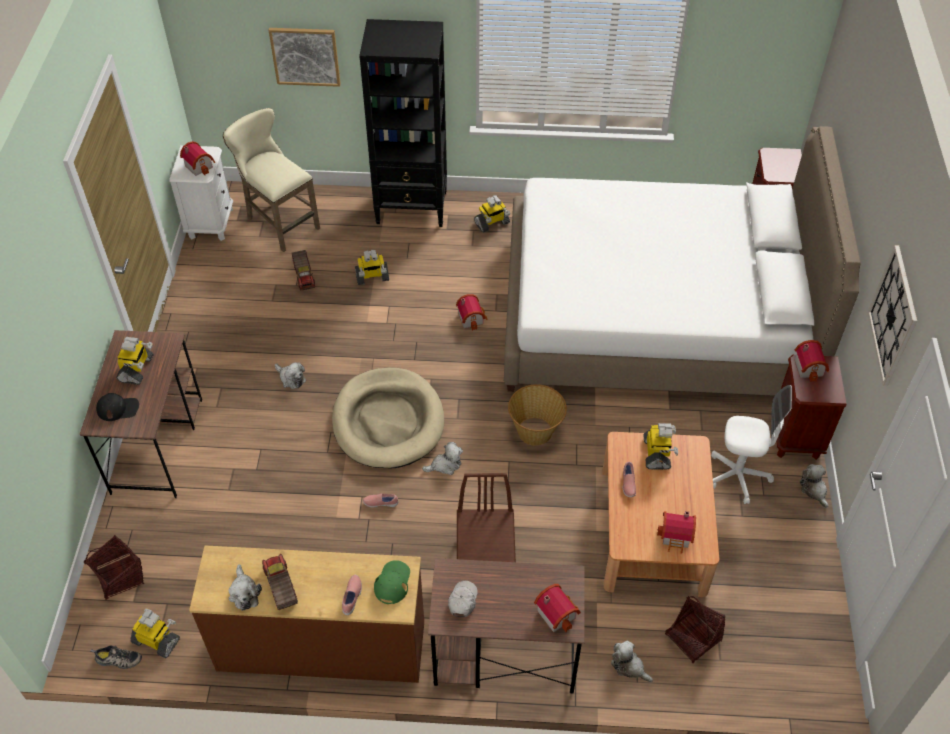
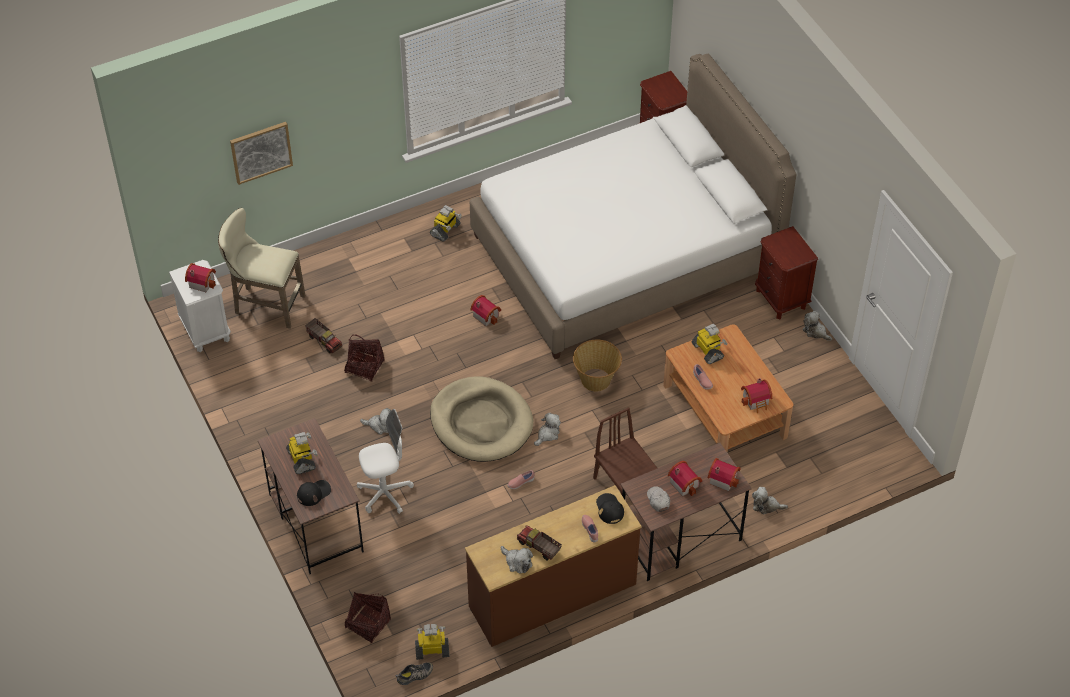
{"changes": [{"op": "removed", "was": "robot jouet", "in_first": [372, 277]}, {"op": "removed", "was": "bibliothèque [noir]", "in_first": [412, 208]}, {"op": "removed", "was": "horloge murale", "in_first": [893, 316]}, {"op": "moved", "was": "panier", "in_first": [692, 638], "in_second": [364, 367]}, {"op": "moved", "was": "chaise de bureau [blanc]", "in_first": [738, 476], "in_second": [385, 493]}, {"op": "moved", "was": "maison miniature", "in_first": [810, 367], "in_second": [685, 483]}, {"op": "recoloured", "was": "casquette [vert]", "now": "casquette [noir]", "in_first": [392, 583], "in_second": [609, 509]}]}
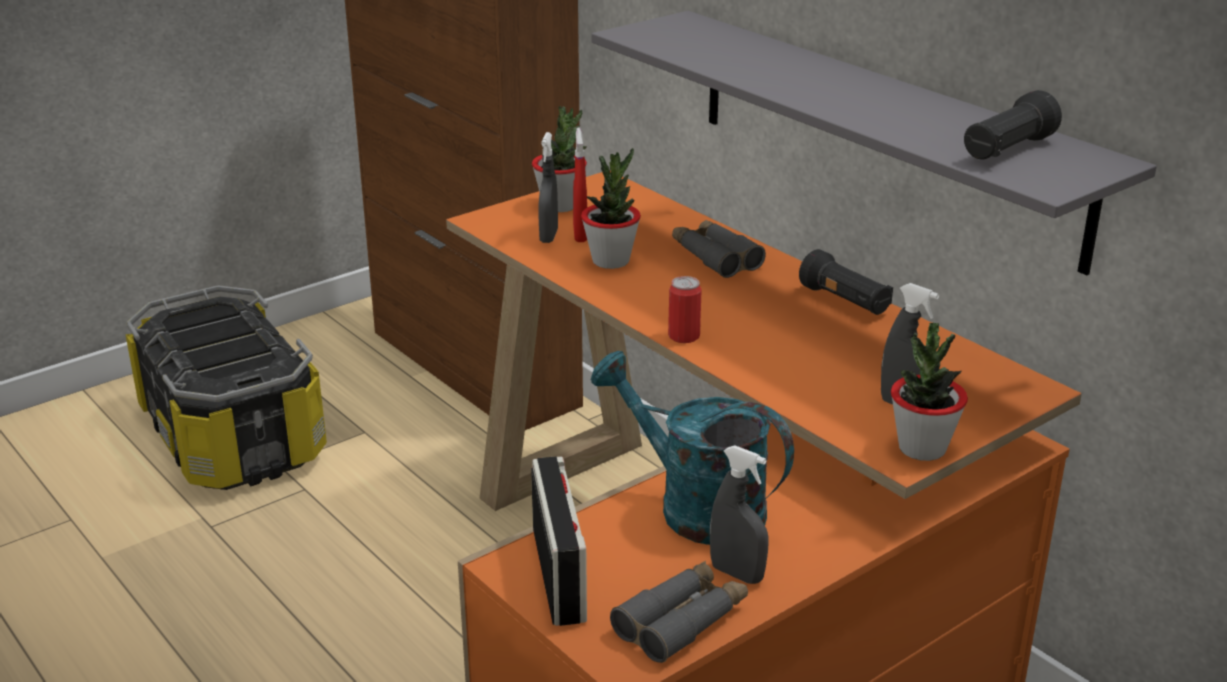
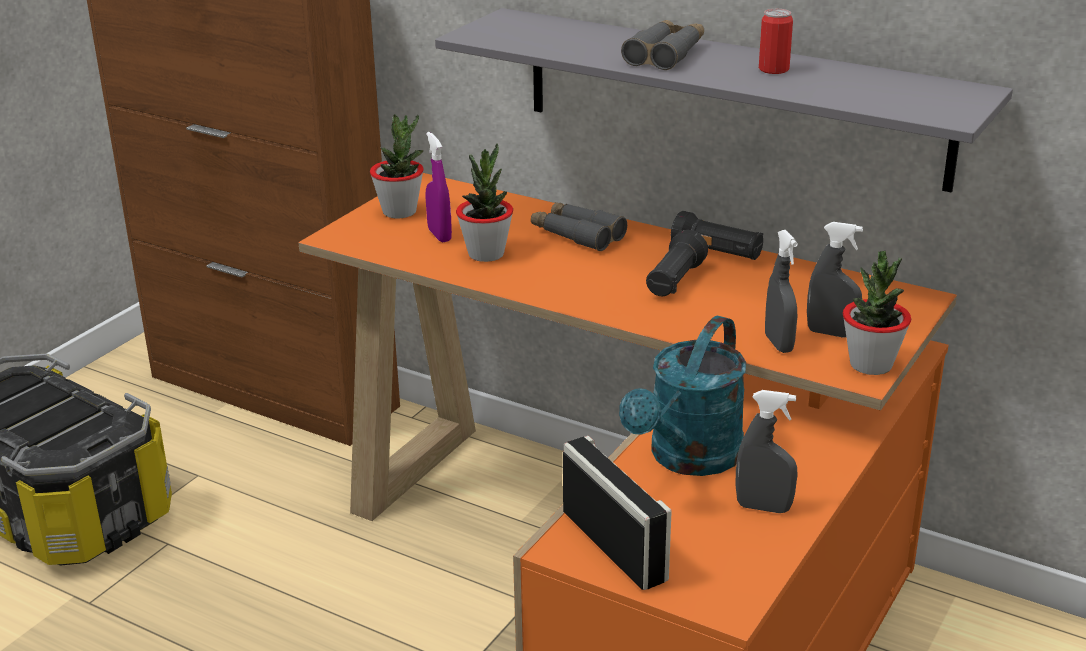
{"changes": [{"op": "moved", "was": "vaporisateur [gris]", "in_first": [548, 236], "in_second": [778, 344]}, {"op": "moved", "was": "jumelles [gris]", "in_first": [681, 621], "in_second": [665, 54]}, {"op": "moved", "was": "boîte métallique", "in_first": [684, 336], "in_second": [773, 69]}, {"op": "moved", "was": "lampe de poche [noir]", "in_first": [1006, 150], "in_second": [674, 282]}, {"op": "recoloured", "was": "vaporisateur [rouge]", "now": "vaporisateur [violet]", "in_first": [580, 235], "in_second": [439, 235]}, {"op": "turned", "was": "arrosoir [turquoise]", "in_first": [695, 507], "in_second": [688, 459], "clockwise": -75}]}
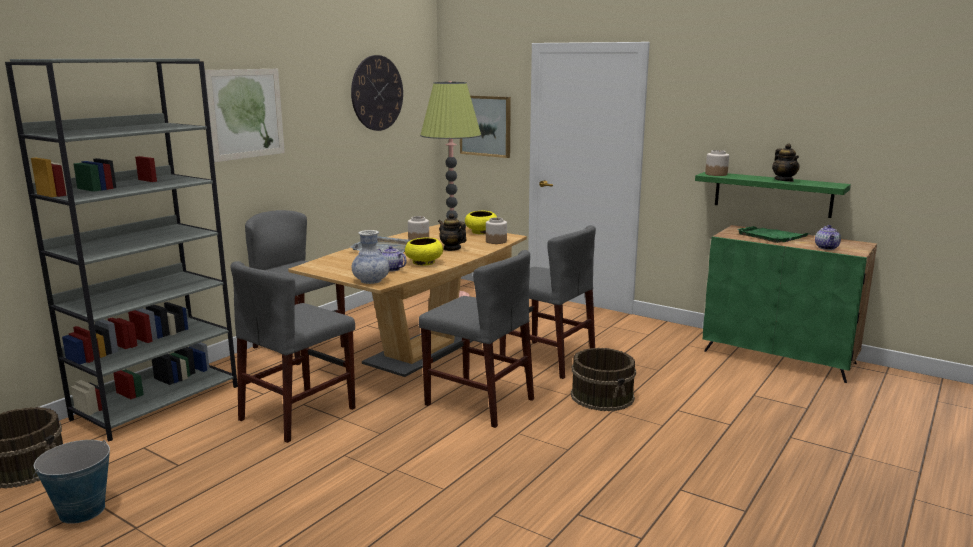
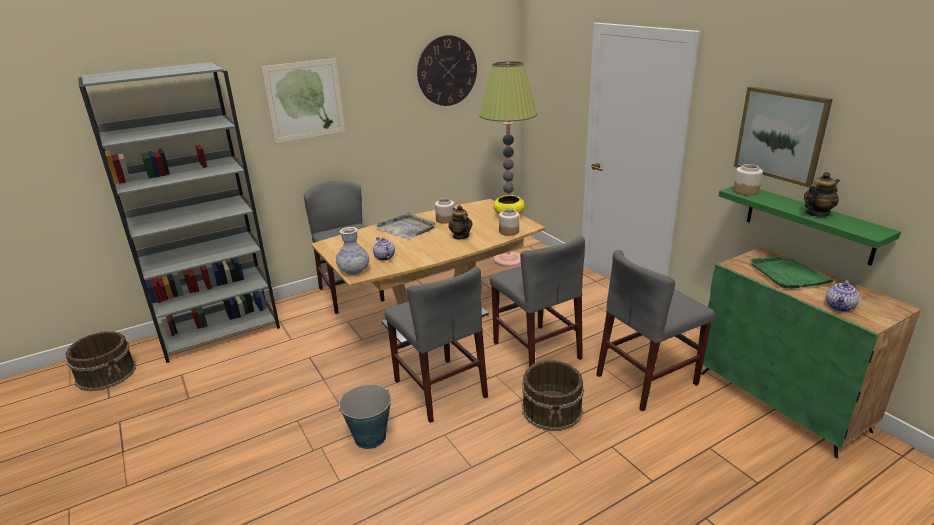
{"changes": [{"op": "removed", "was": "bol [jaune]", "in_first": [424, 263]}, {"op": "moved", "was": "seau", "in_first": [81, 511], "in_second": [370, 437]}, {"op": "moved", "was": "chaise [gris]", "in_first": [298, 414], "in_second": [647, 379]}, {"op": "moved", "was": "tableau", "in_first": [485, 126], "in_second": [781, 135]}, {"op": "turned", "was": "théière", "in_first": [784, 180], "in_second": [816, 213], "clockwise": -135}]}
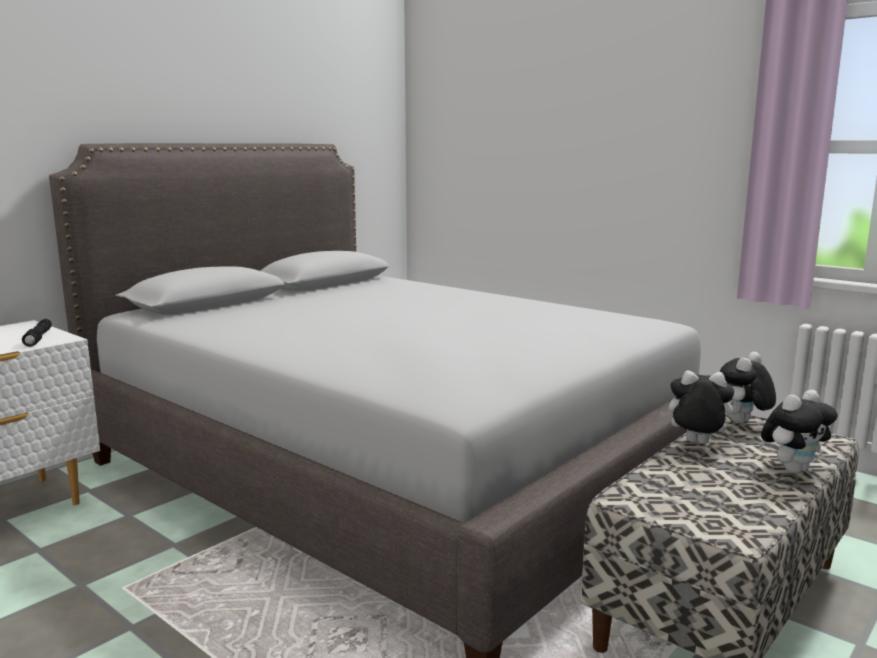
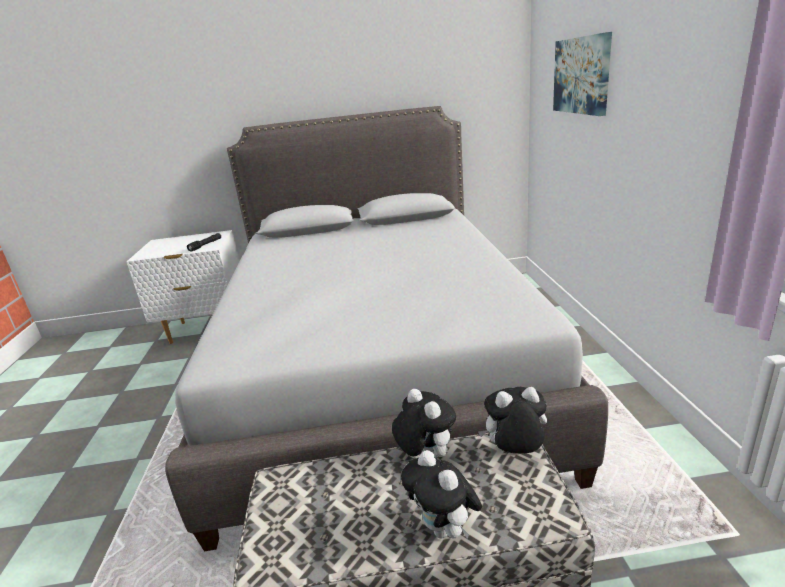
{"changes": [{"op": "added", "now": "tableau", "in_second": [581, 75]}, {"op": "turned", "was": "peluche", "in_first": [793, 469], "in_second": [444, 529], "clockwise": 45}]}
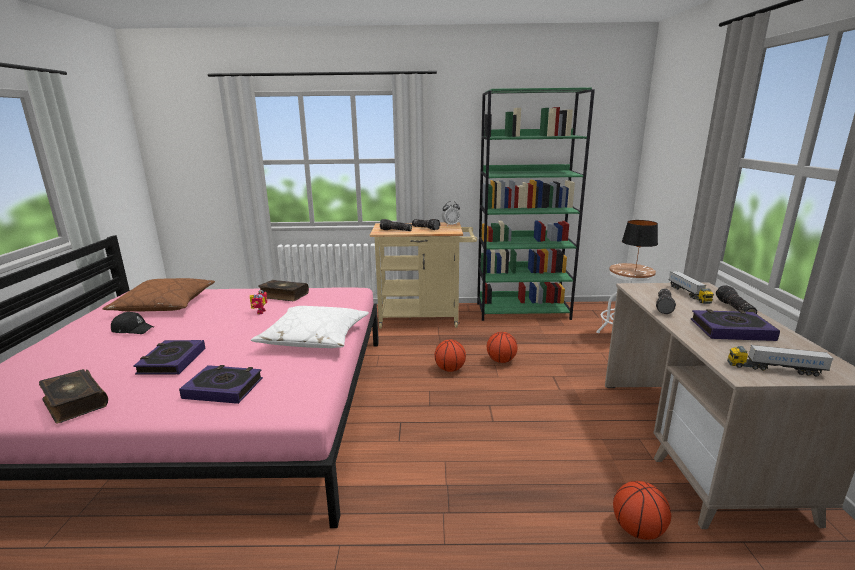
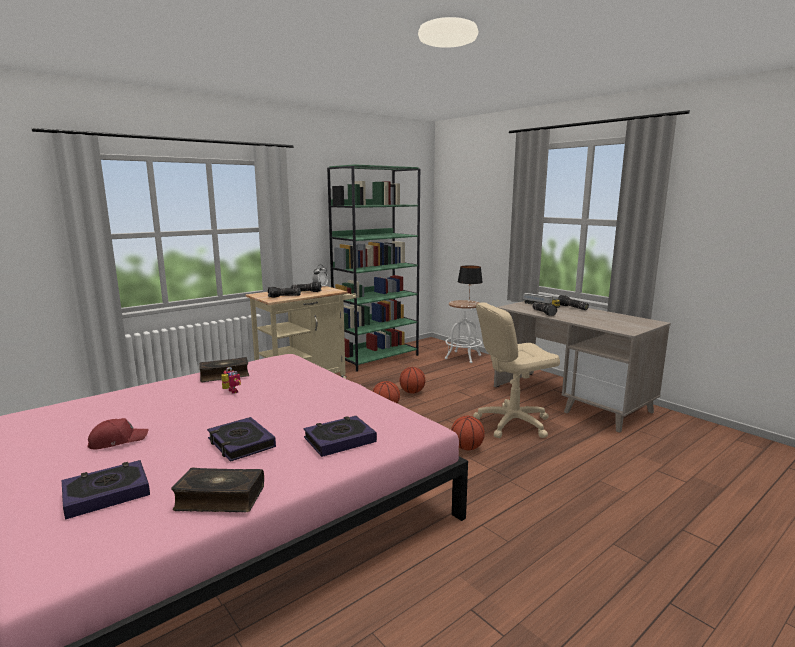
{"changes": [{"op": "removed", "was": "coussin [marron]", "in_first": [164, 304]}, {"op": "removed", "was": "coussin [blanc]", "in_first": [315, 337]}, {"op": "removed", "was": "camion jouet", "in_first": [775, 369]}, {"op": "added", "now": "chaise de bureau [beige]", "in_second": [512, 423]}, {"op": "moved", "was": "ballon de basket", "in_first": [637, 530], "in_second": [467, 448]}, {"op": "moved", "was": "livre", "in_first": [731, 330], "in_second": [106, 493]}, {"op": "recoloured", "was": "casquette [noir]", "now": "casquette [rouge]", "in_first": [133, 329], "in_second": [117, 440]}]}
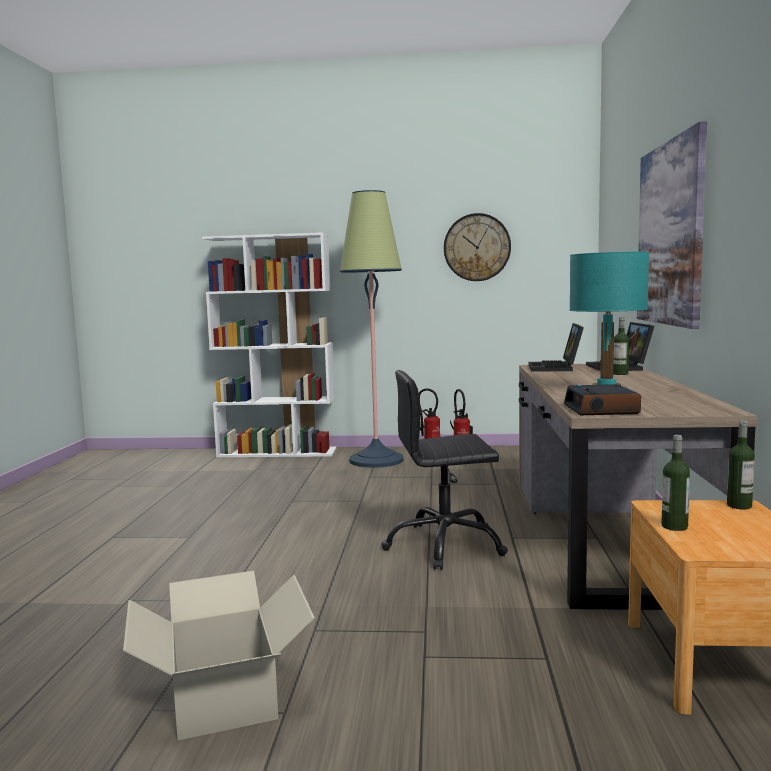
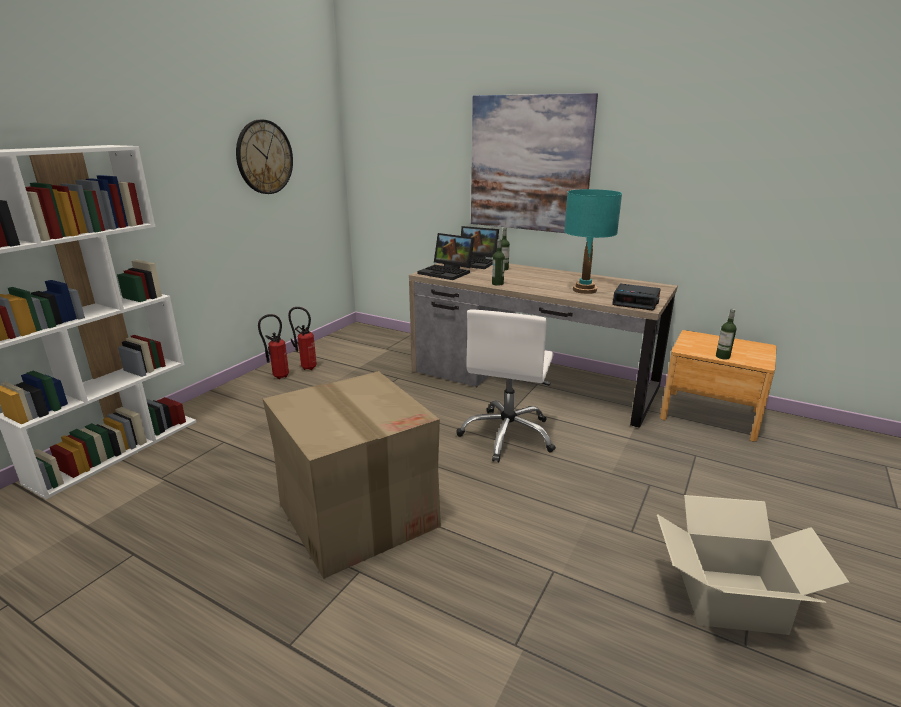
{"changes": [{"op": "removed", "was": "lampadaire", "in_first": [376, 460]}, {"op": "added", "now": "carton", "in_second": [357, 514]}, {"op": "moved", "was": "bouteille", "in_first": [739, 506], "in_second": [497, 284]}, {"op": "recoloured", "was": "chaise de bureau [noir]", "now": "chaise de bureau [blanc]", "in_first": [445, 545], "in_second": [508, 435]}]}
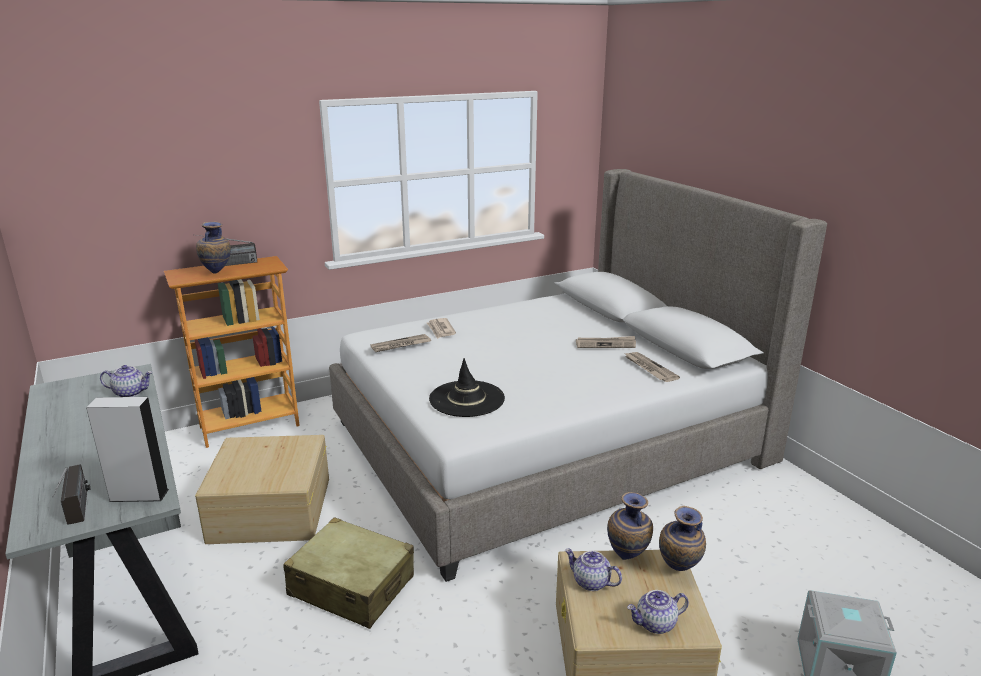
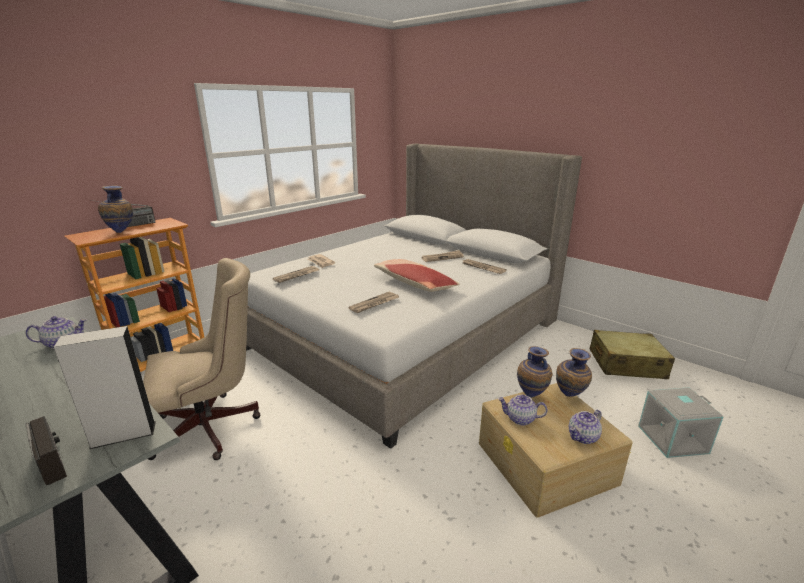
{"changes": [{"op": "added", "now": "coussin", "in_second": [414, 284]}, {"op": "moved", "was": "valise [beige]", "in_first": [351, 586], "in_second": [626, 364]}, {"op": "replaced", "was": "boîte de rangement [beige]", "now": "chaise de bureau [beige]", "in_first": [270, 510], "in_second": [212, 427]}, {"op": "replaced", "was": "chapeau [noir]", "now": "journal", "in_first": [467, 399], "in_second": [374, 304]}]}
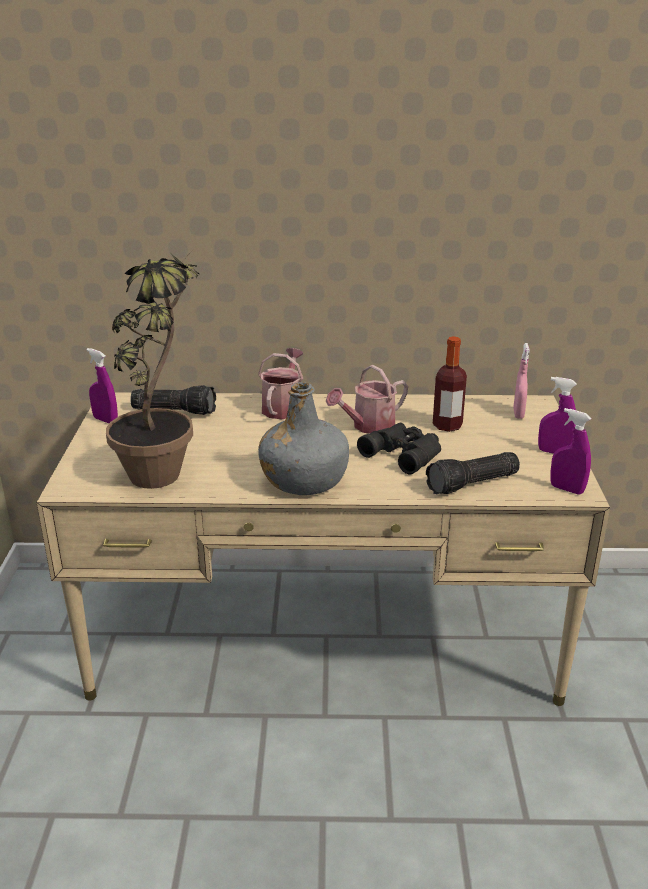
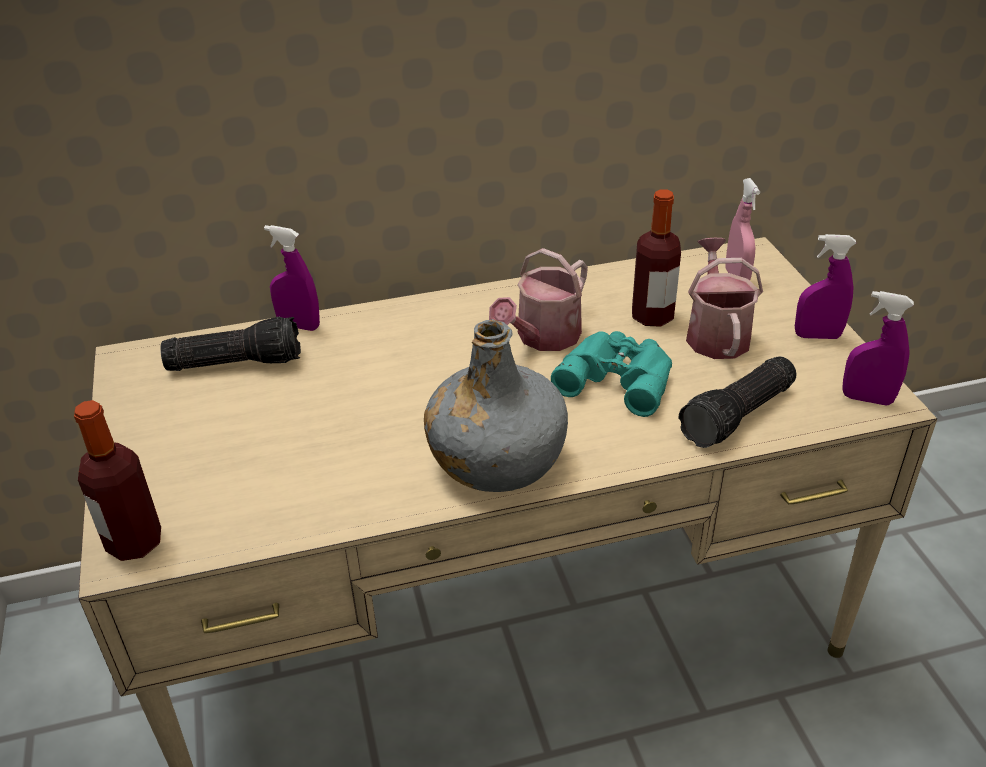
{"changes": [{"op": "removed", "was": "plante en pot", "in_first": [165, 466]}, {"op": "added", "now": "bouteille", "in_second": [134, 542]}, {"op": "moved", "was": "vaporisateur [violet]", "in_first": [105, 420], "in_second": [299, 326]}, {"op": "moved", "was": "arrosoir", "in_first": [283, 407], "in_second": [716, 333]}, {"op": "recoloured", "was": "jumelles [noir]", "now": "jumelles [turquoise]", "in_first": [405, 453], "in_second": [617, 377]}]}
